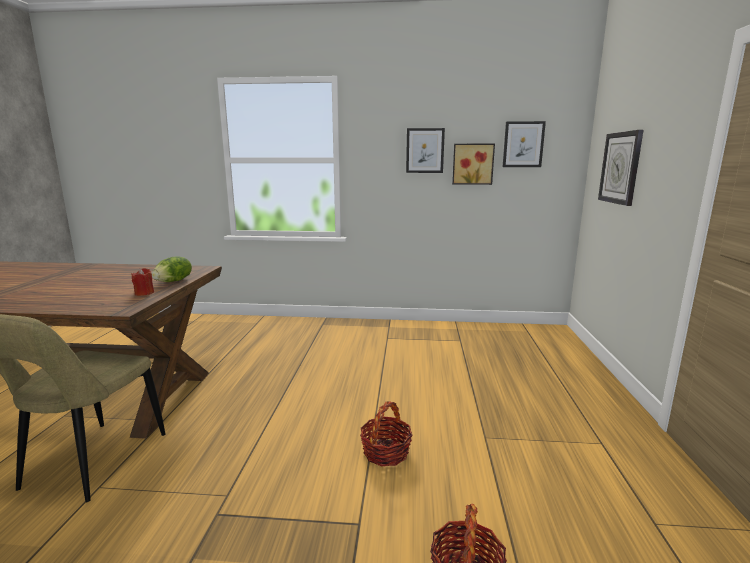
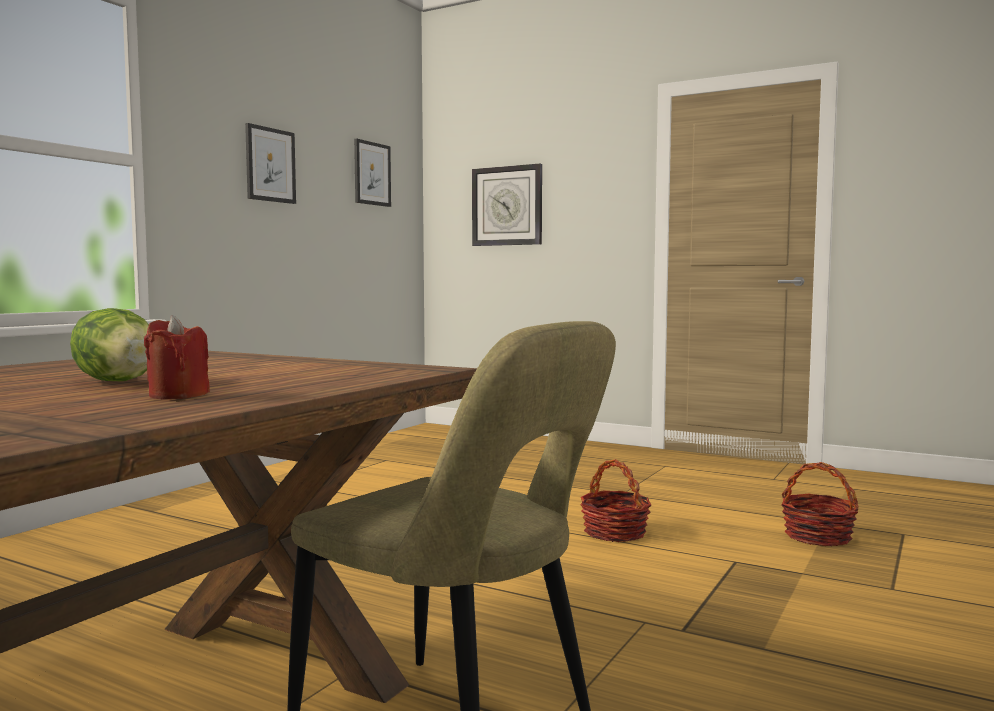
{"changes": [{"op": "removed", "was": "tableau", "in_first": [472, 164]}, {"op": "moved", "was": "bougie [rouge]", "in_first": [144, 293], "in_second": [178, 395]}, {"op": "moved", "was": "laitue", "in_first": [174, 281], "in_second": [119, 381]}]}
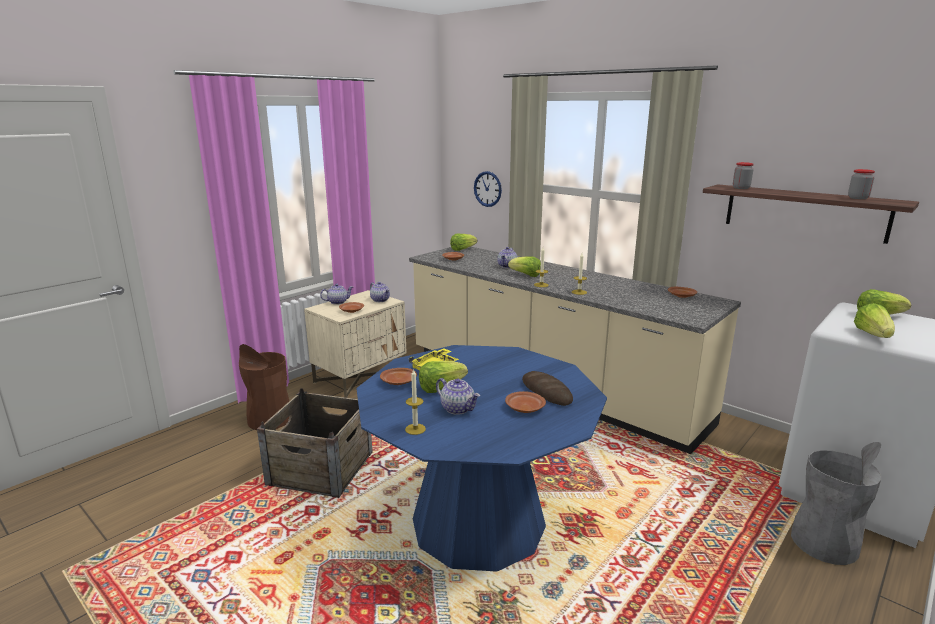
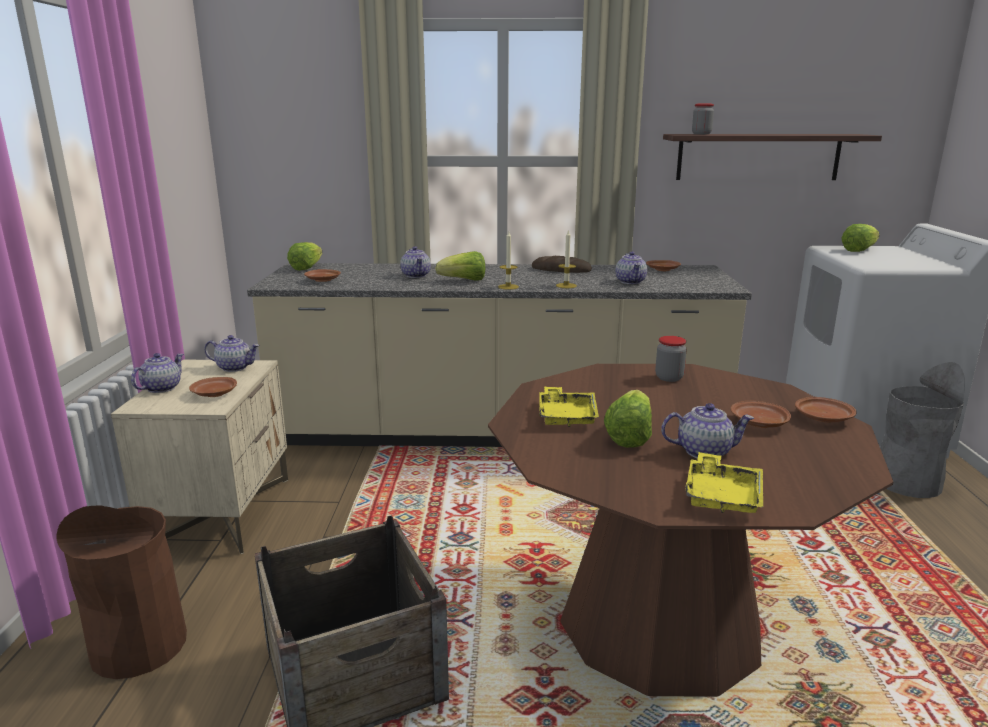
{"changes": [{"op": "removed", "was": "horloge murale", "in_first": [487, 189]}, {"op": "removed", "was": "laitue", "in_first": [873, 335]}, {"op": "added", "now": "théière", "in_second": [631, 281]}, {"op": "moved", "was": "assiette [marron]", "in_first": [399, 382], "in_second": [823, 418]}, {"op": "moved", "was": "pain", "in_first": [546, 392], "in_second": [561, 270]}, {"op": "moved", "was": "bocal", "in_first": [858, 198], "in_second": [669, 378]}, {"op": "replaced", "was": "bougie", "now": "plateau [jaune]", "in_first": [415, 429], "in_second": [722, 496]}, {"op": "recoloured", "was": "table à manger [bleu]", "now": "table à manger [marron]", "in_first": [478, 522], "in_second": [659, 623]}]}
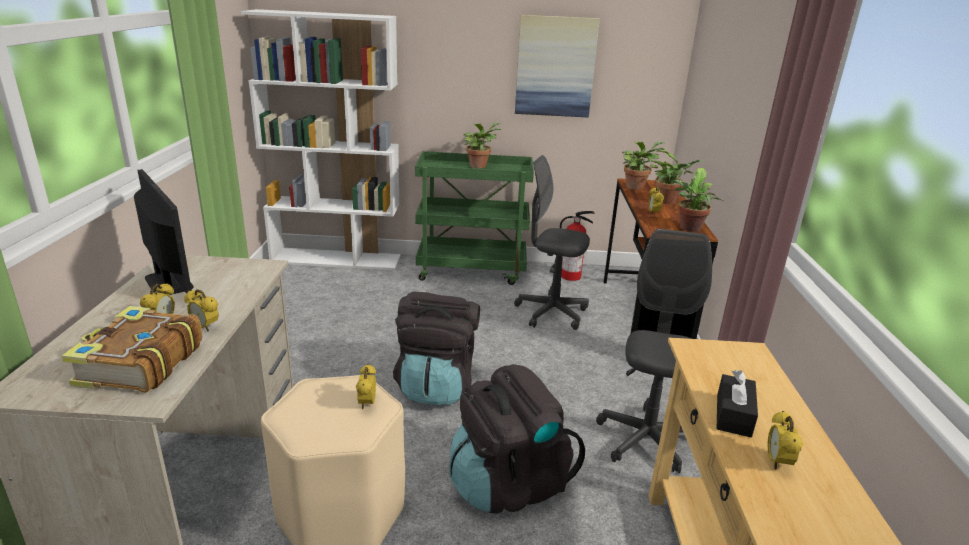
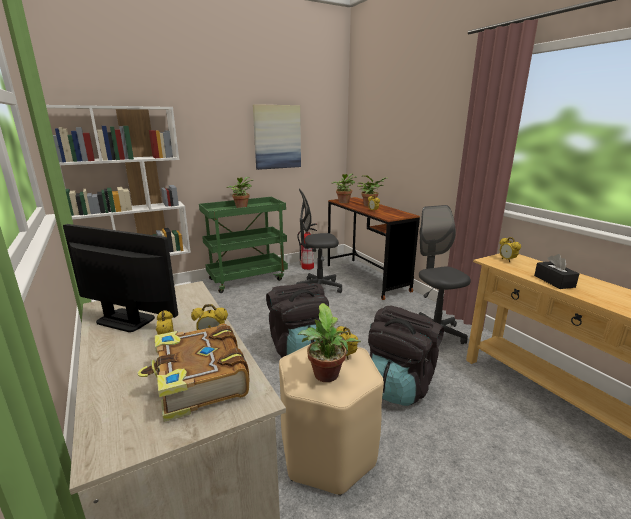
{"changes": [{"op": "moved", "was": "plante en pot", "in_first": [689, 229], "in_second": [326, 377]}, {"op": "moved", "was": "réveil", "in_first": [777, 462], "in_second": [507, 260]}]}
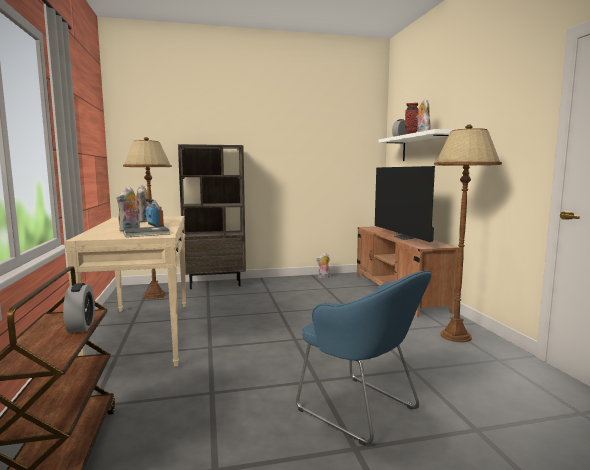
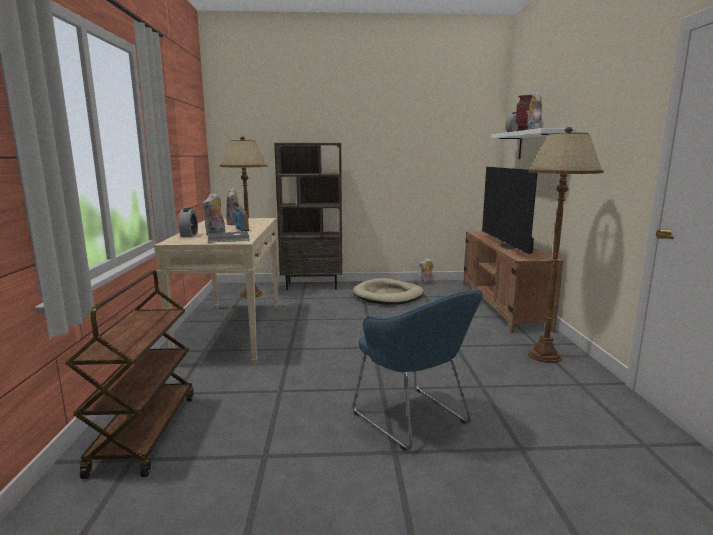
{"changes": [{"op": "added", "now": "panier pour chien [beige]", "in_second": [388, 295]}, {"op": "moved", "was": "réveil", "in_first": [81, 326], "in_second": [189, 235]}]}
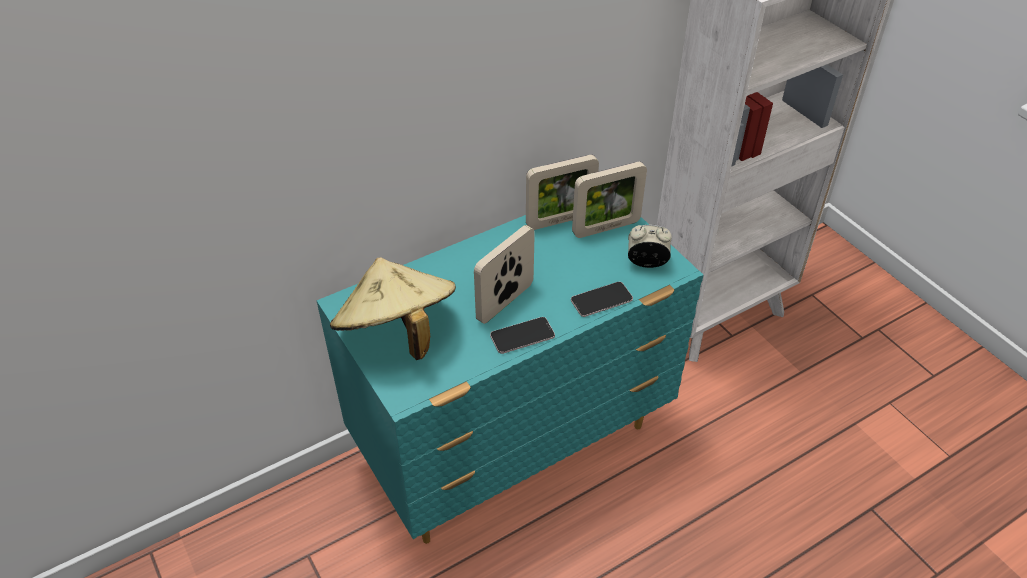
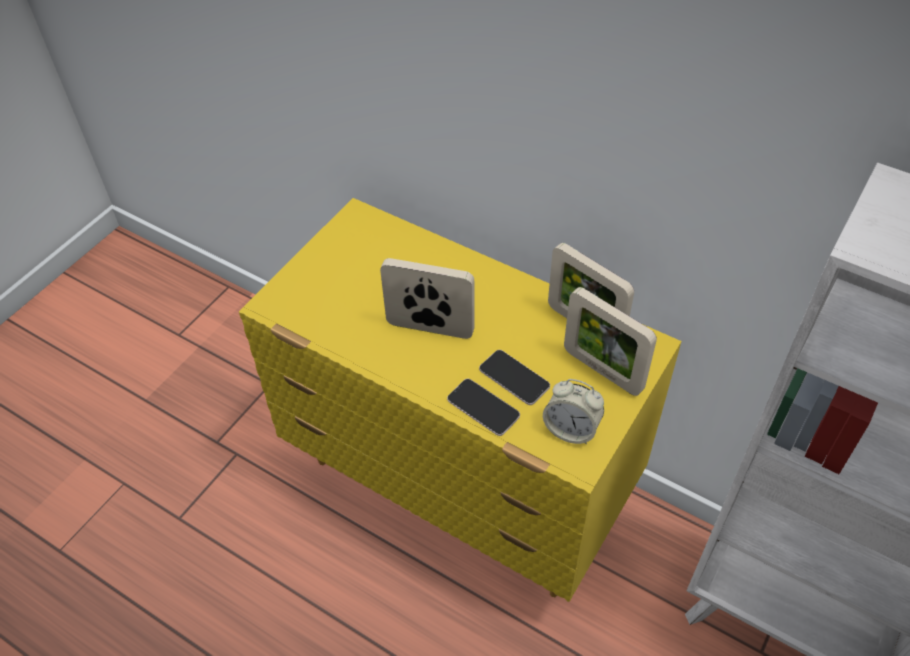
{"changes": [{"op": "removed", "was": "chapeau [beige]", "in_first": [397, 333]}, {"op": "moved", "was": "téléphone", "in_first": [522, 336], "in_second": [514, 378]}, {"op": "recoloured", "was": "commode [turquoise]", "now": "commode [jaune]", "in_first": [515, 446], "in_second": [462, 487]}, {"op": "turned", "was": "réveil", "in_first": [647, 262], "in_second": [571, 429], "clockwise": 135}]}
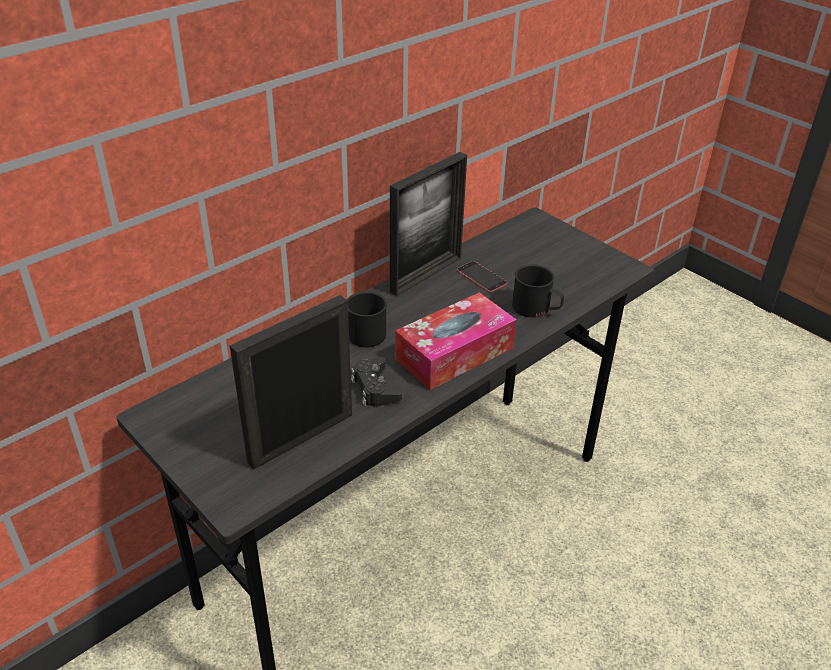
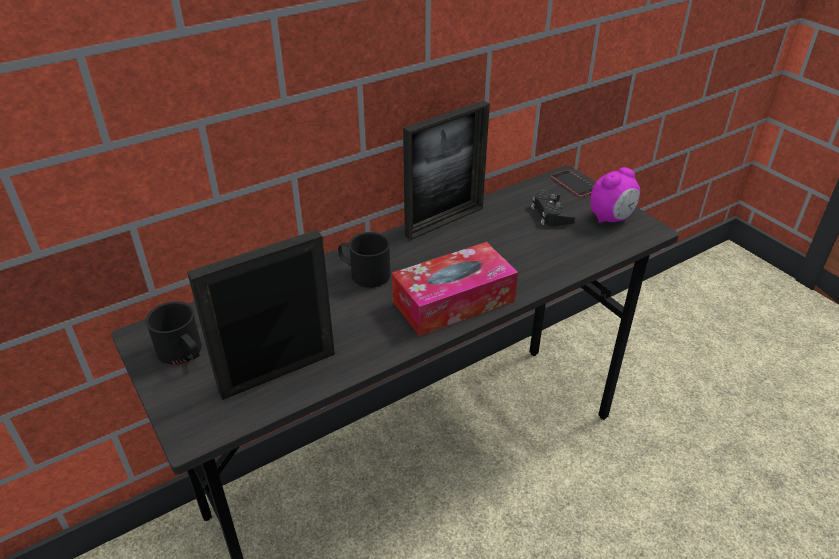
{"changes": [{"op": "added", "now": "réveil", "in_second": [611, 218]}, {"op": "moved", "was": "manette [noir]", "in_first": [375, 388], "in_second": [551, 214]}, {"op": "moved", "was": "téléphone", "in_first": [481, 277], "in_second": [573, 184]}, {"op": "moved", "was": "mug [noir]", "in_first": [536, 309], "in_second": [183, 354]}]}
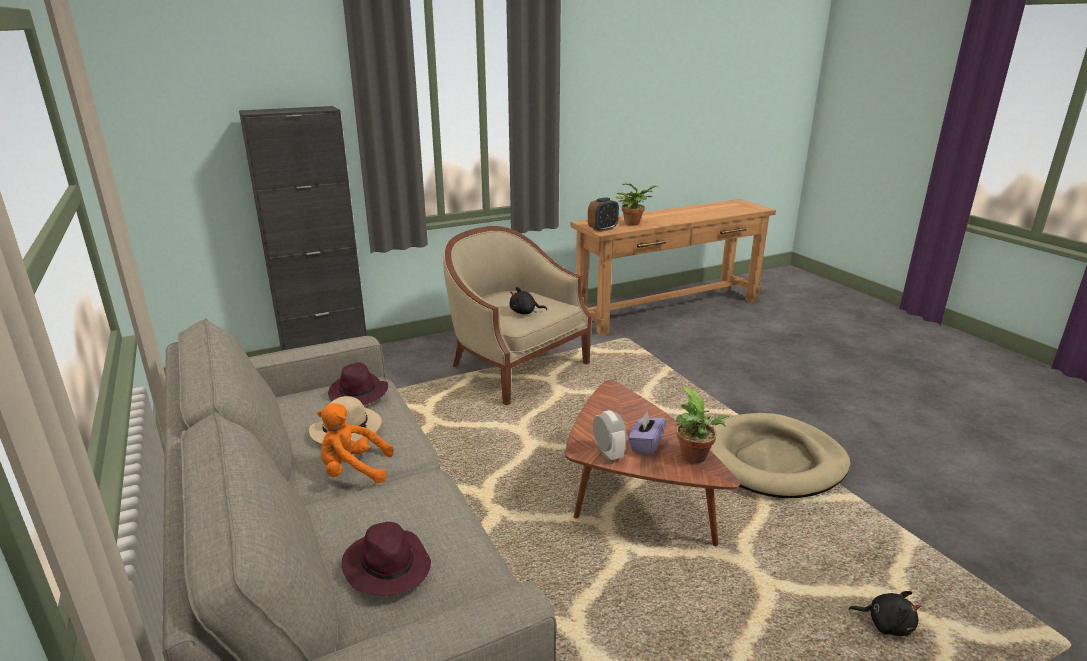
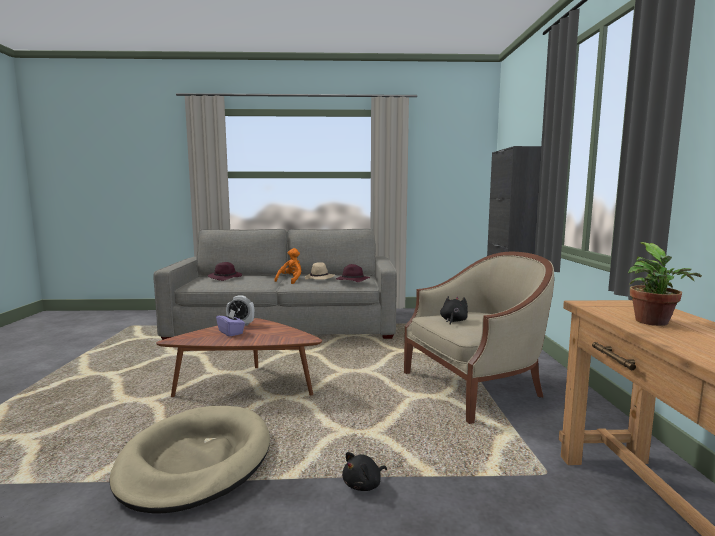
{"changes": [{"op": "removed", "was": "réveil", "in_first": [602, 229]}, {"op": "removed", "was": "plante en pot", "in_first": [696, 458]}, {"op": "moved", "was": "peluche [noir]", "in_first": [886, 624], "in_second": [364, 485]}]}
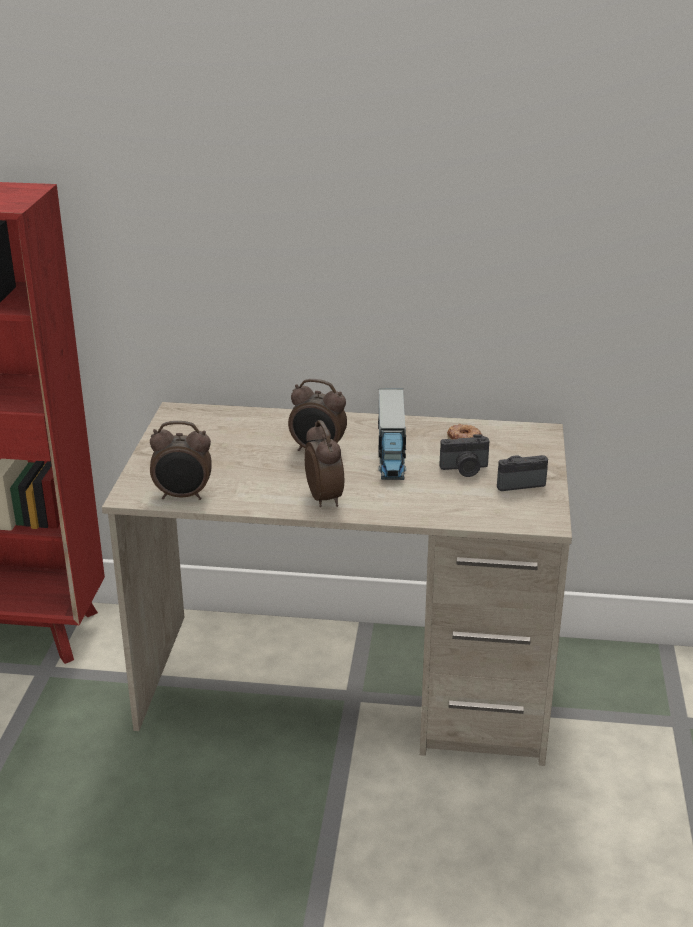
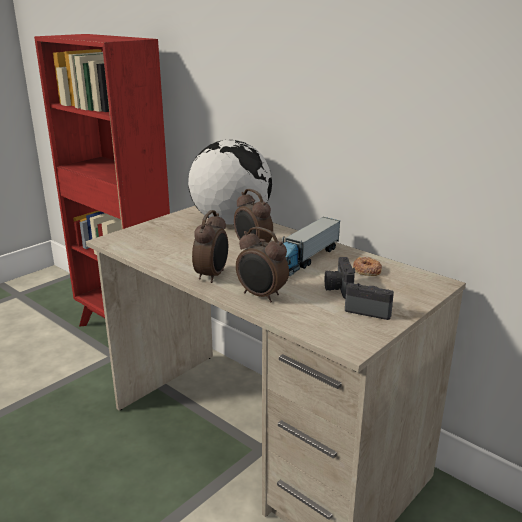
{"changes": [{"op": "added", "now": "globe", "in_second": [230, 222]}, {"op": "moved", "was": "réveil", "in_first": [183, 496], "in_second": [261, 296]}, {"op": "turned", "was": "appareil photo", "in_first": [465, 469], "in_second": [338, 289], "clockwise": 60}]}
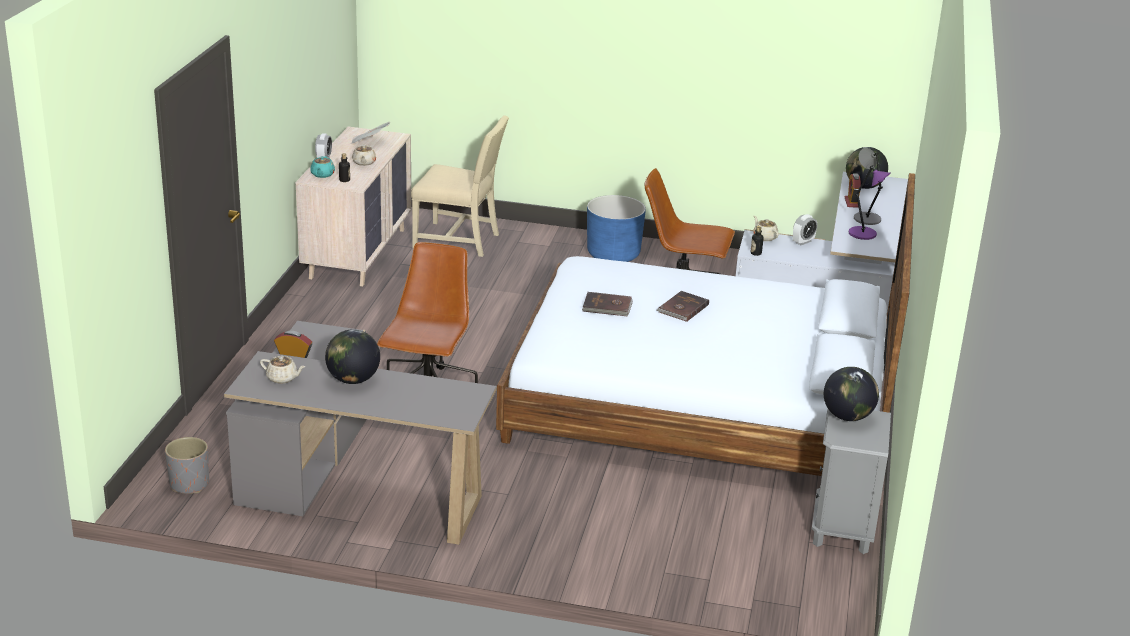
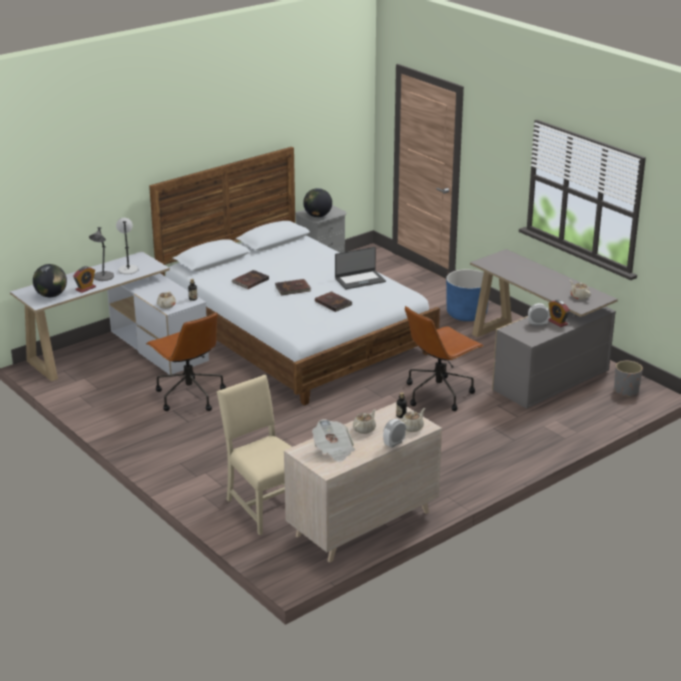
{"changes": [{"op": "removed", "was": "globe", "in_first": [353, 380]}, {"op": "added", "now": "livre [marron]", "in_second": [250, 281]}, {"op": "added", "now": "ordinateur portable", "in_second": [360, 280]}, {"op": "moved", "was": "cache-pot [bleu]", "in_first": [613, 254], "in_second": [466, 314]}, {"op": "moved", "was": "réveil", "in_first": [803, 242], "in_second": [537, 324]}, {"op": "recoloured", "was": "théière [turquoise]", "now": "théière [beige]", "in_first": [322, 175], "in_second": [412, 427]}, {"op": "recoloured", "was": "lampe de table [violet]", "now": "lampe de table [gris]", "in_first": [864, 234], "in_second": [128, 269]}]}
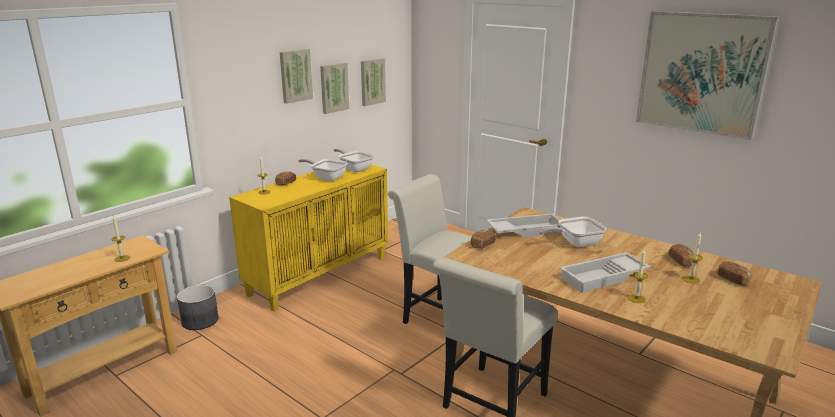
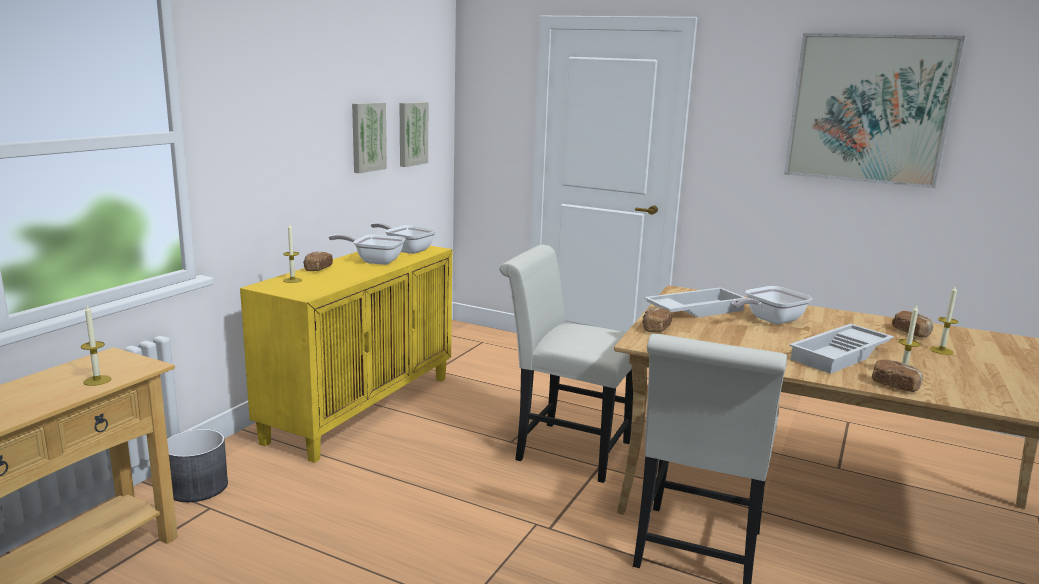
{"changes": [{"op": "removed", "was": "tableau", "in_first": [295, 75]}, {"op": "moved", "was": "pain", "in_first": [733, 280], "in_second": [894, 386]}]}
